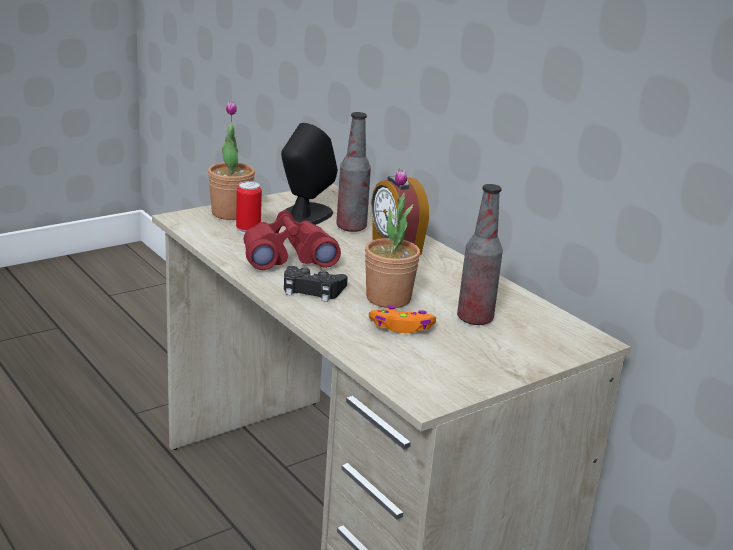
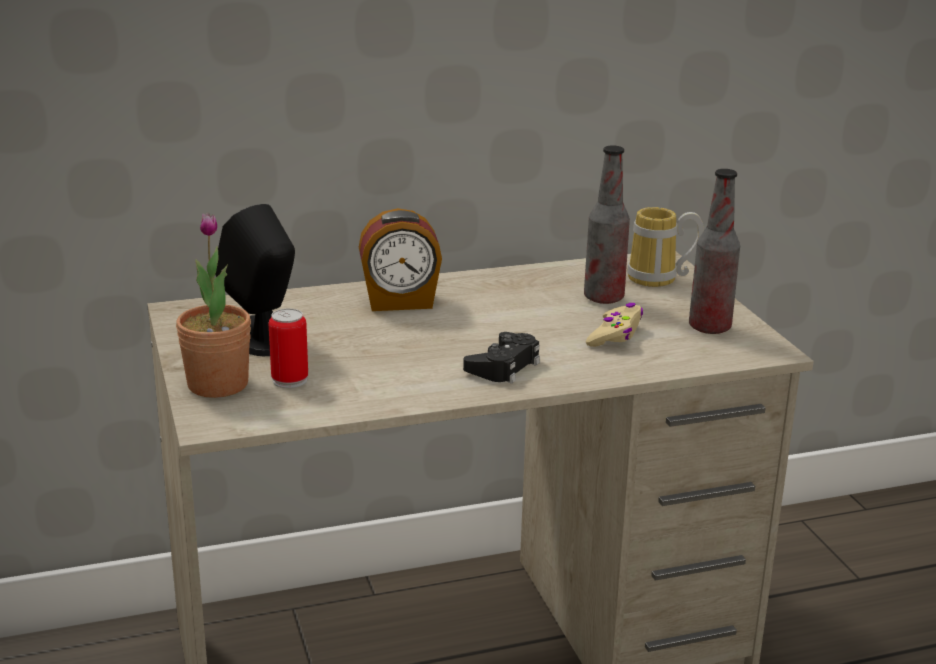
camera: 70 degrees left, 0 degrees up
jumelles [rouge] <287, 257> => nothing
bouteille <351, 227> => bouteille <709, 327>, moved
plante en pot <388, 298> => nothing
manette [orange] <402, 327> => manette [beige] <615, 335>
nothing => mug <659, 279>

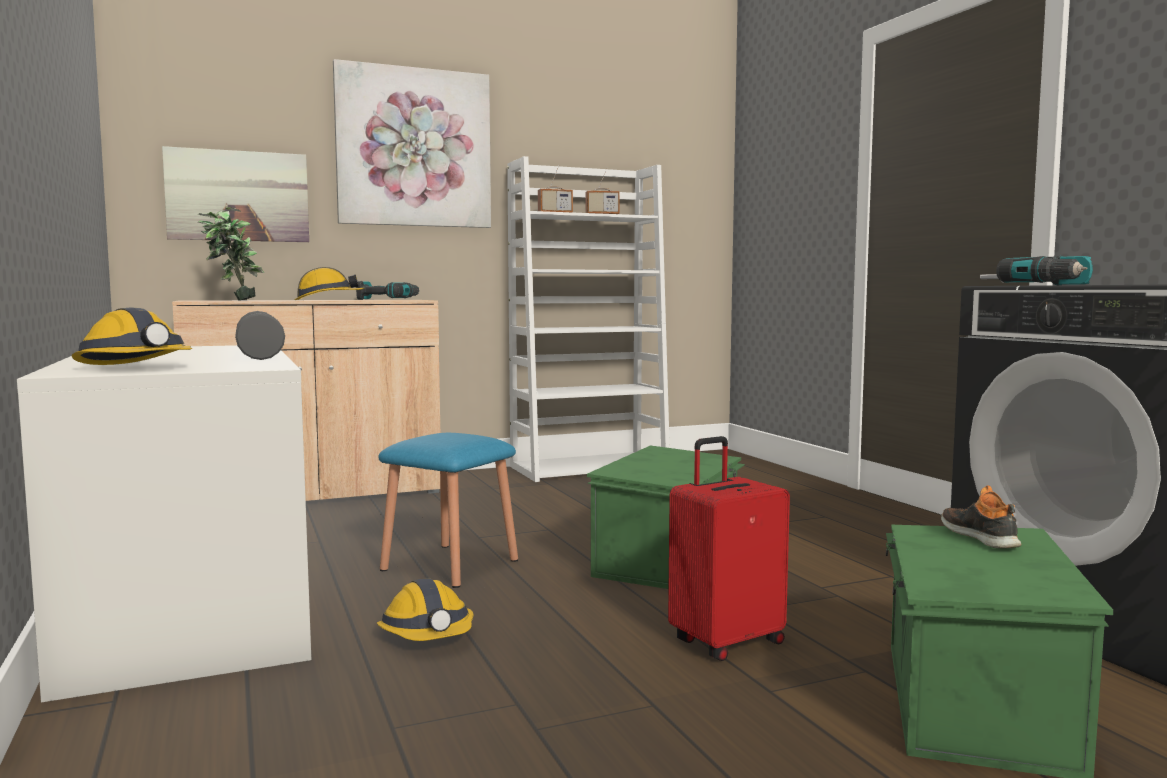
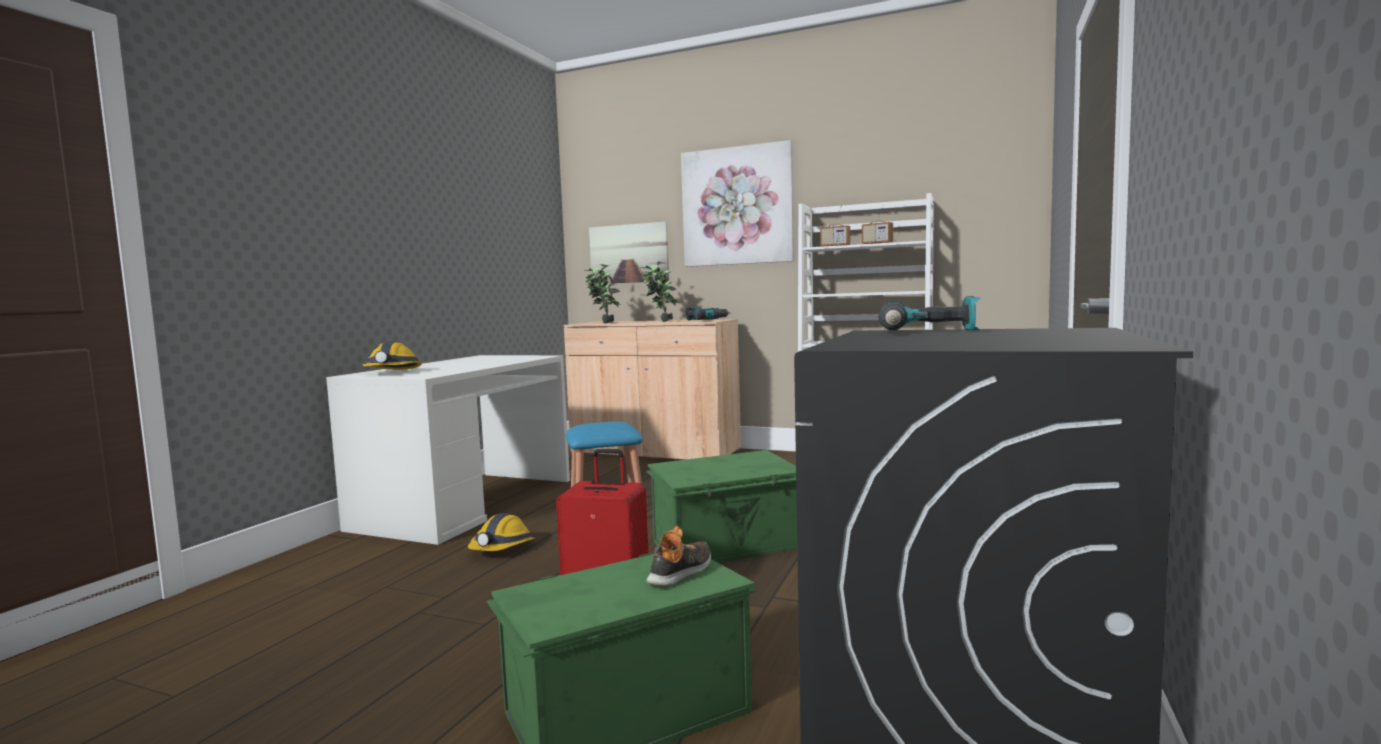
camera: 45 degrees right, 0 degrees up
haltère [gris] <260, 356> => nothing
casque de chantier <328, 300> => plante en pot <660, 321>

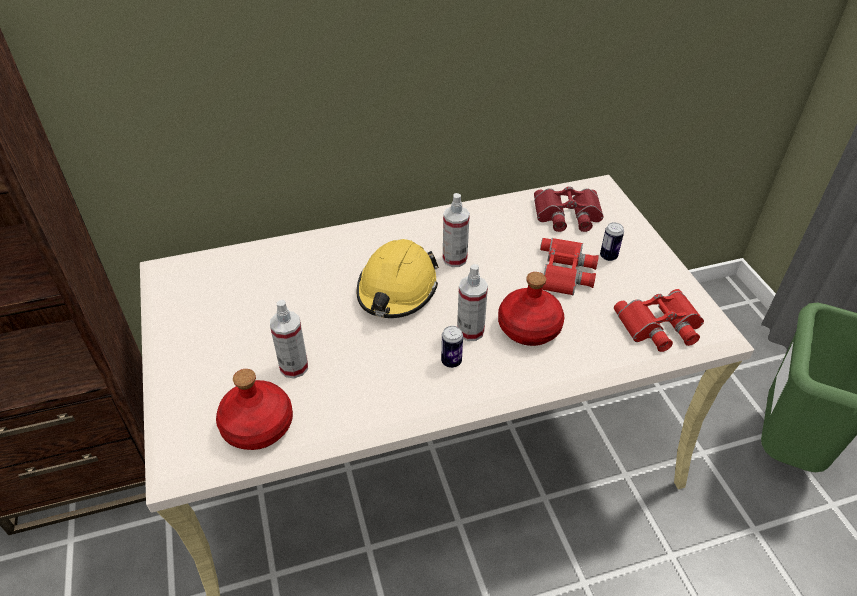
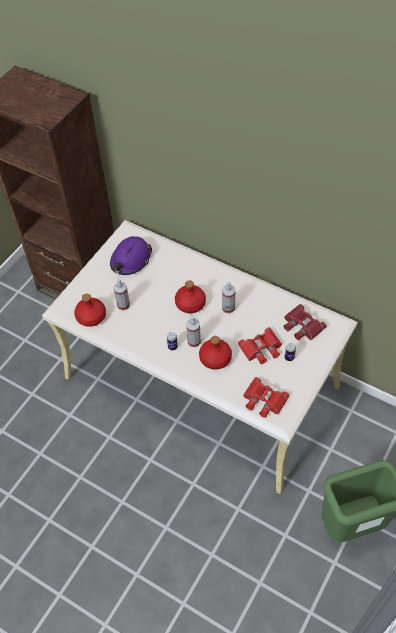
camera: 50 degrees right, 10 degrees up
casque de chantier [jaune] <397, 290> => bouteille [rouge] <191, 304>
nothing => casque de chantier [violet] <130, 260>

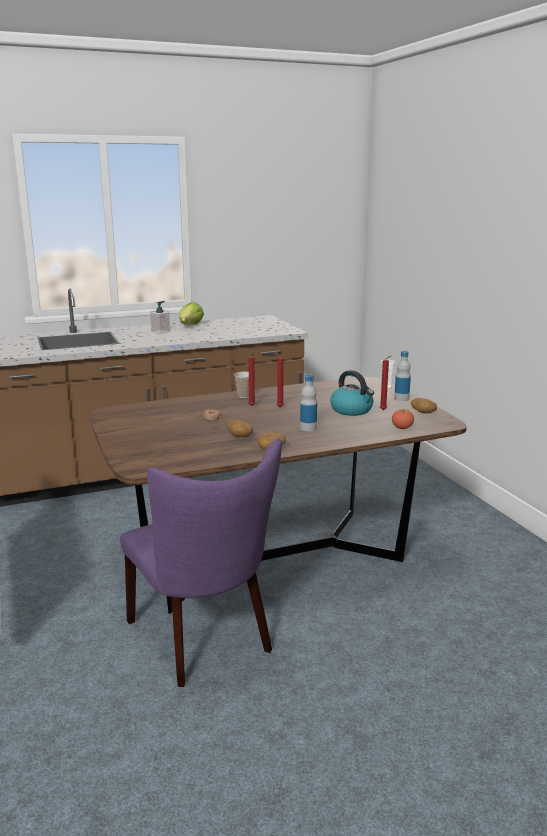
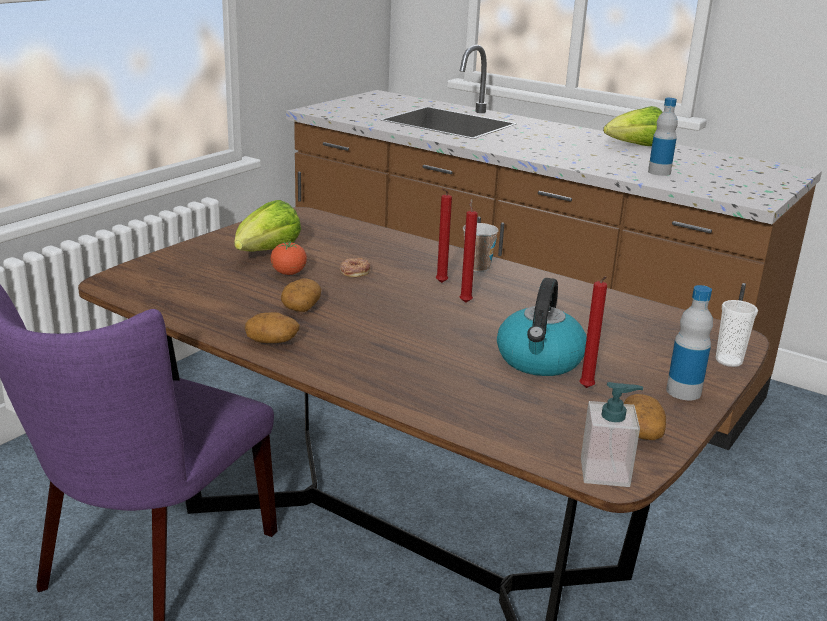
camera: 55 degrees right, 5 degrees up
distributeur de savon <160, 331> => distributeur de savon <605, 472>, moved
bouteille <308, 428> => bouteille <659, 172>, moved
tomate <402, 428> => tomate <288, 273>, moved
nothing => laitue <267, 253>

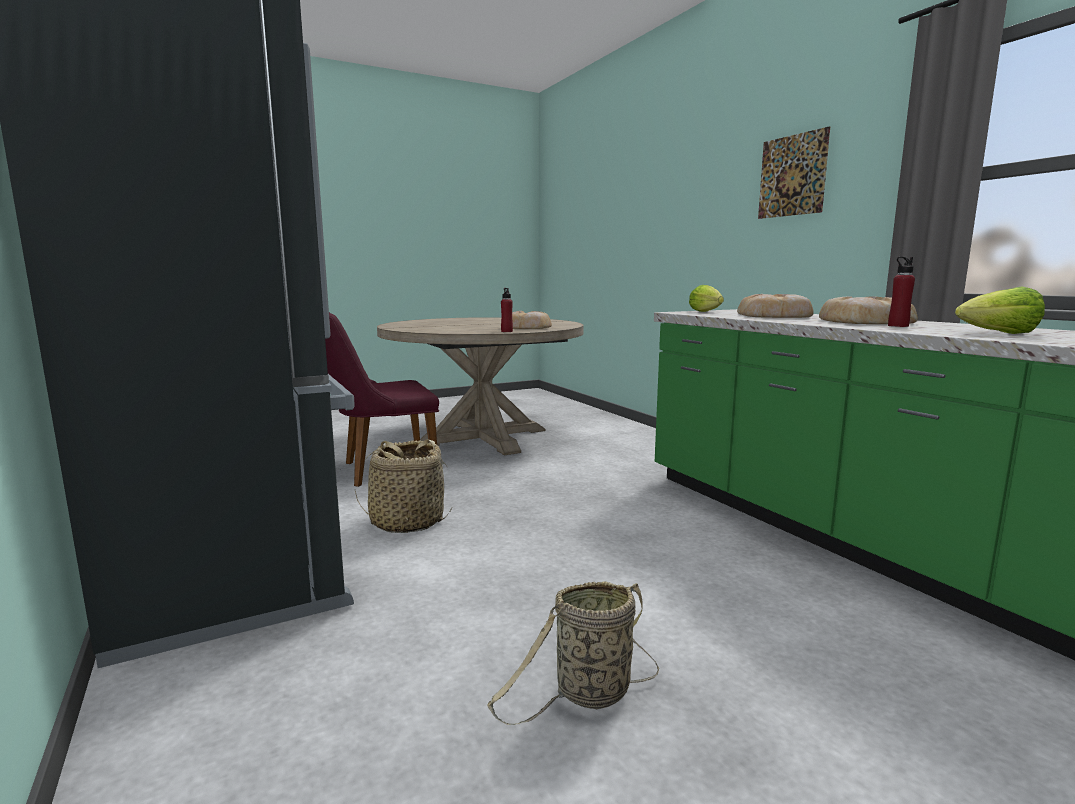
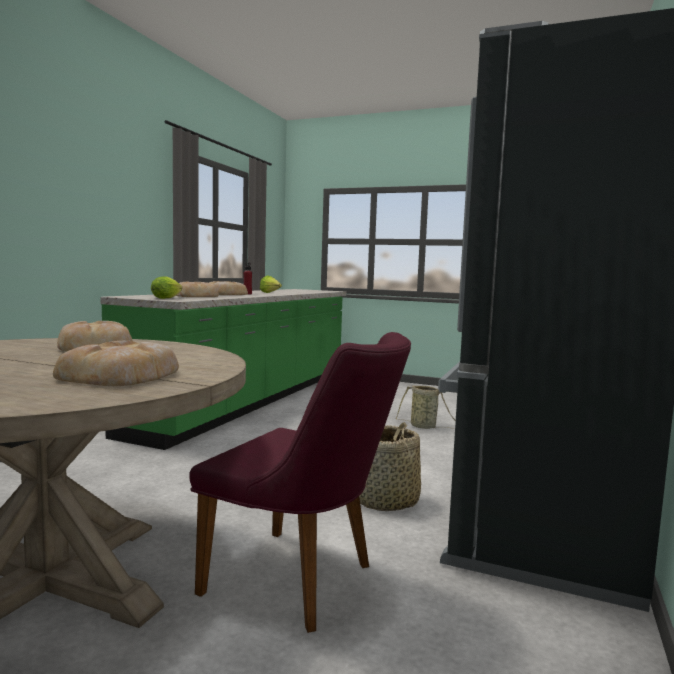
camera: 130 degrees left, 5 degrees down
bouteille [rouge] <506, 331> => nothing
tableau <792, 175> => nothing
nothing => pain <122, 376>

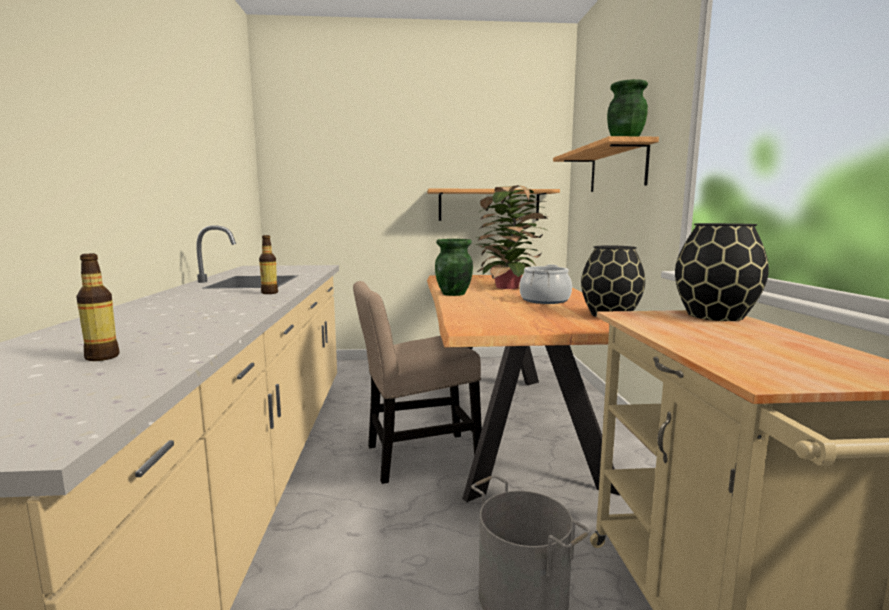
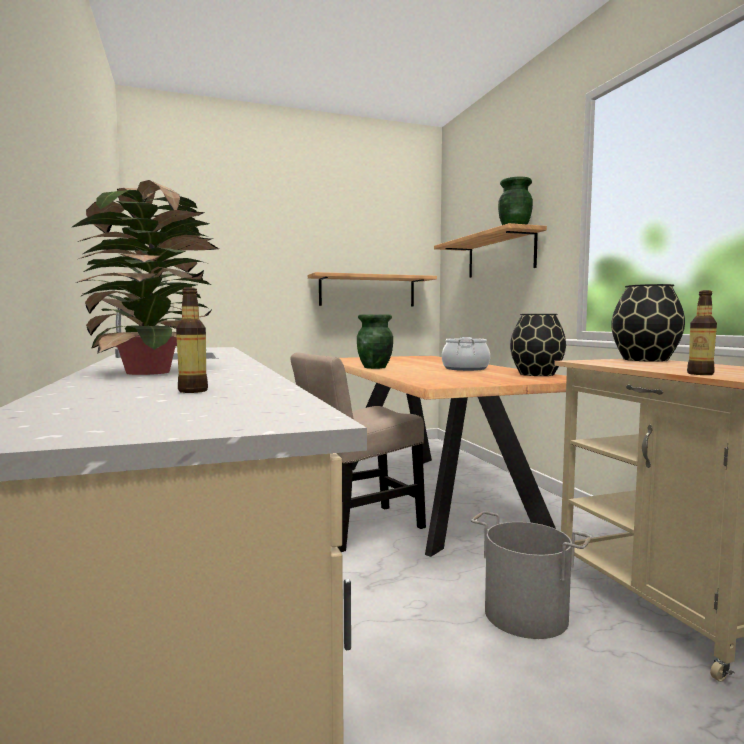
camera: 15 degrees left, 5 degrees down
bouteille <269, 293> => bouteille <700, 374>, moved
plante en pot <510, 287> => plante en pot <153, 372>, moved

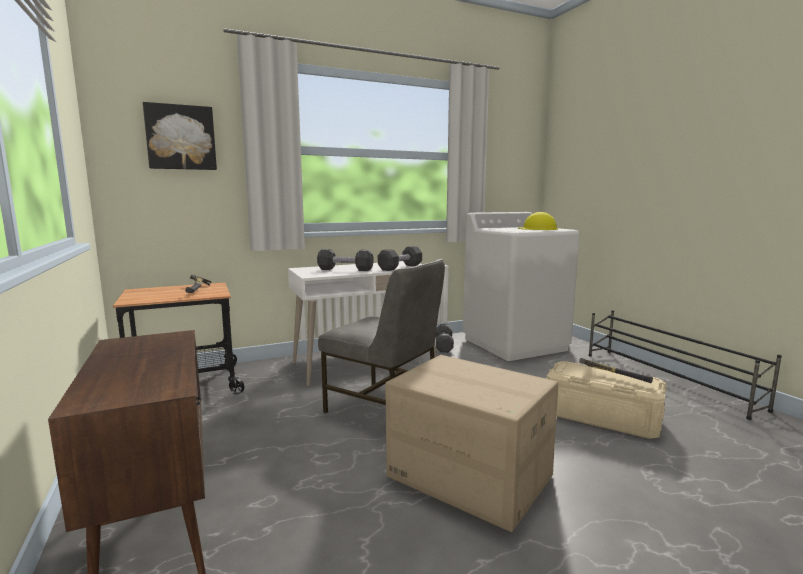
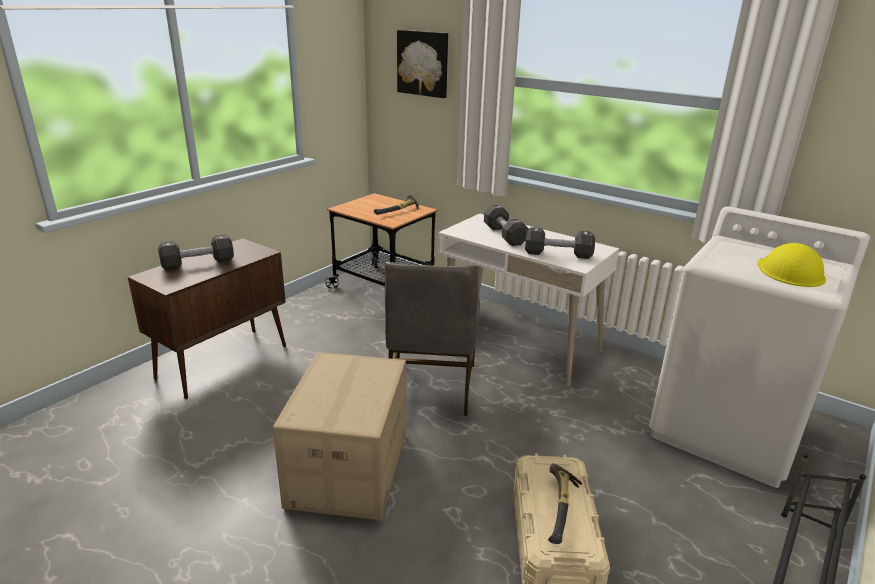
camera: 60 degrees right, 15 degrees up
haltère [noir] <444, 346> => haltère [noir] <198, 263>, moved

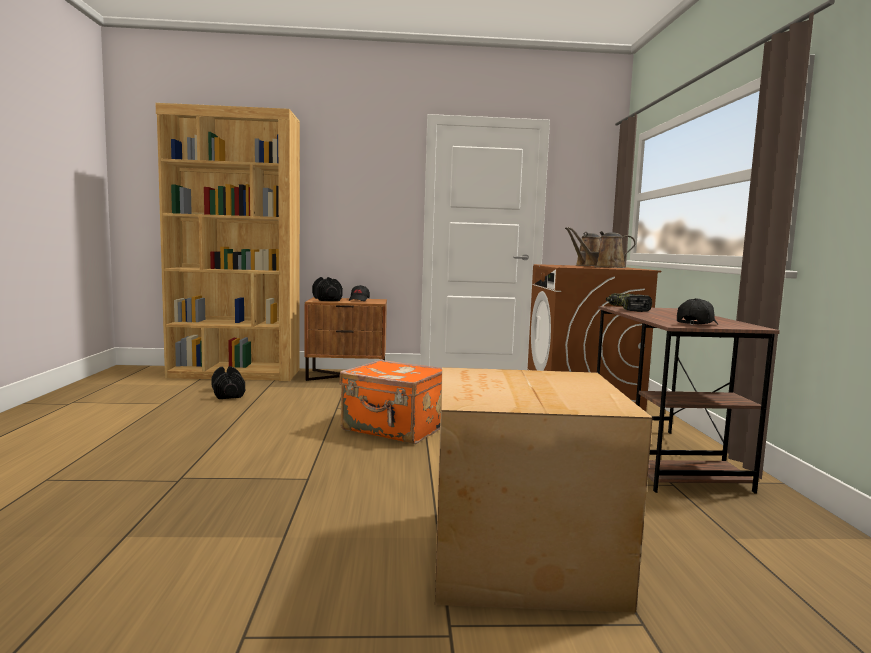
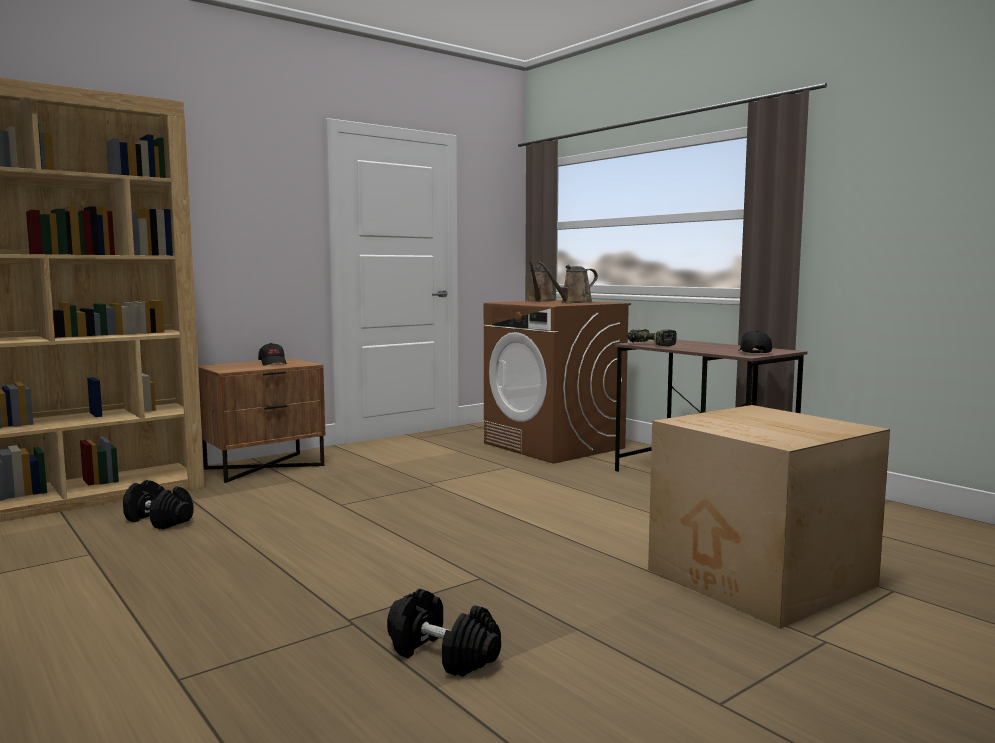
camera: 35 degrees left, 0 degrees up
haltère [noir] <327, 299> => haltère [noir] <442, 655>, moved
valise [orange] <395, 429> => nothing

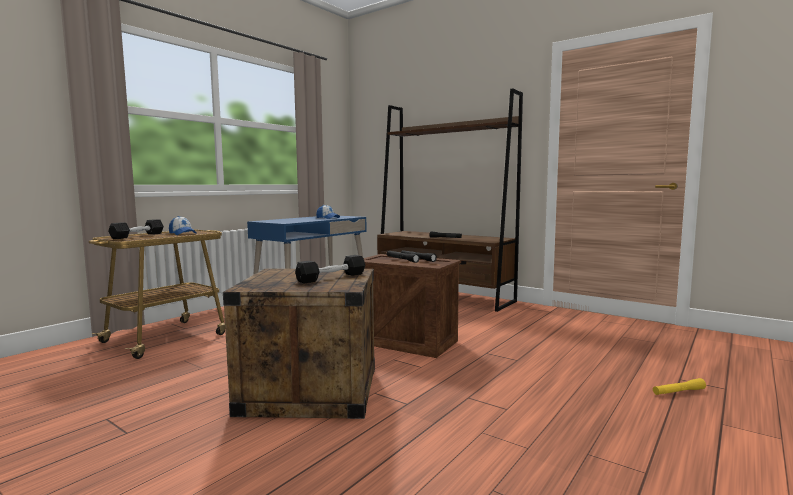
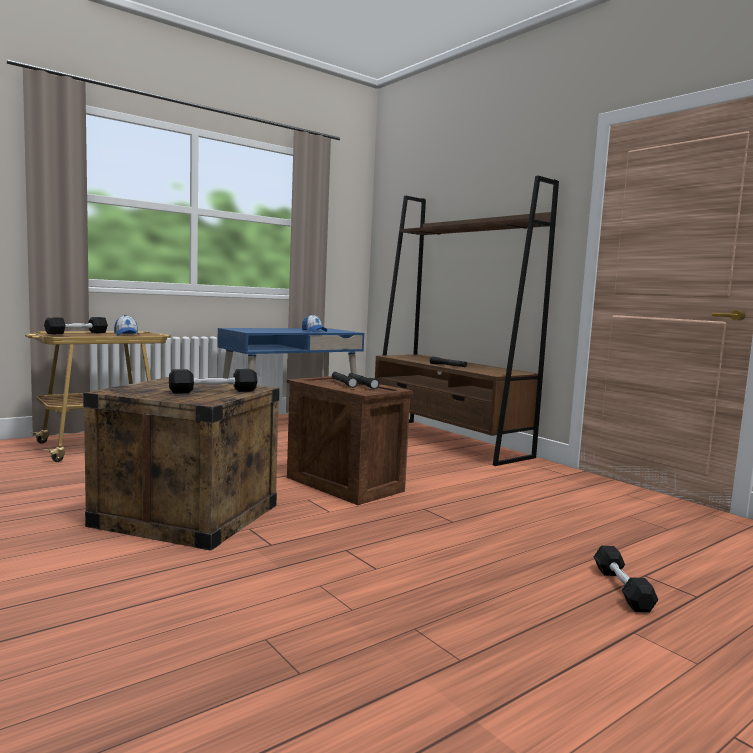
camera: 15 degrees right, 0 degrees up
lampe de poche [jaune] <678, 392> => haltère [noir] <622, 588>

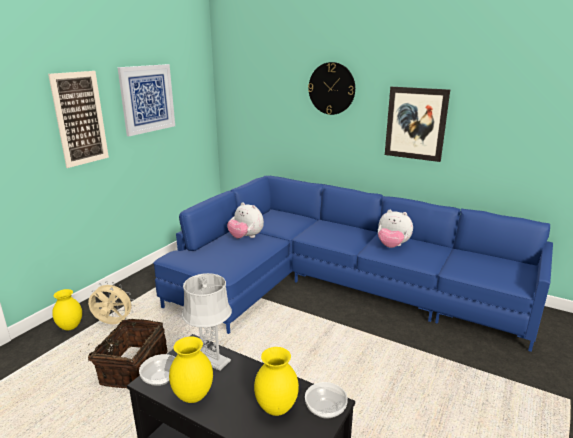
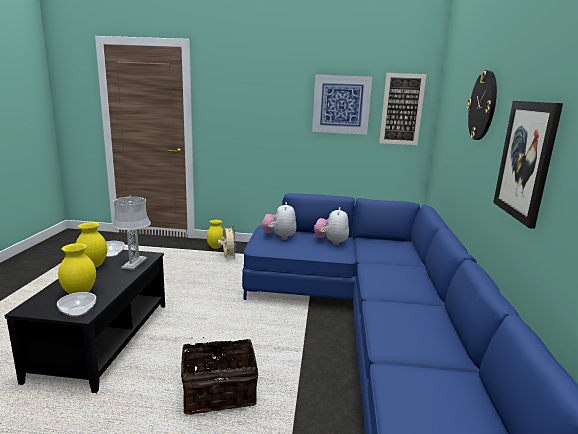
camera: 65 degrees right, 5 degrees down
tableau <80, 119> => tableau <402, 109>, moved
panier <132, 367> => panier <219, 391>, moved
peluche <392, 246> => peluche <279, 237>, moved

